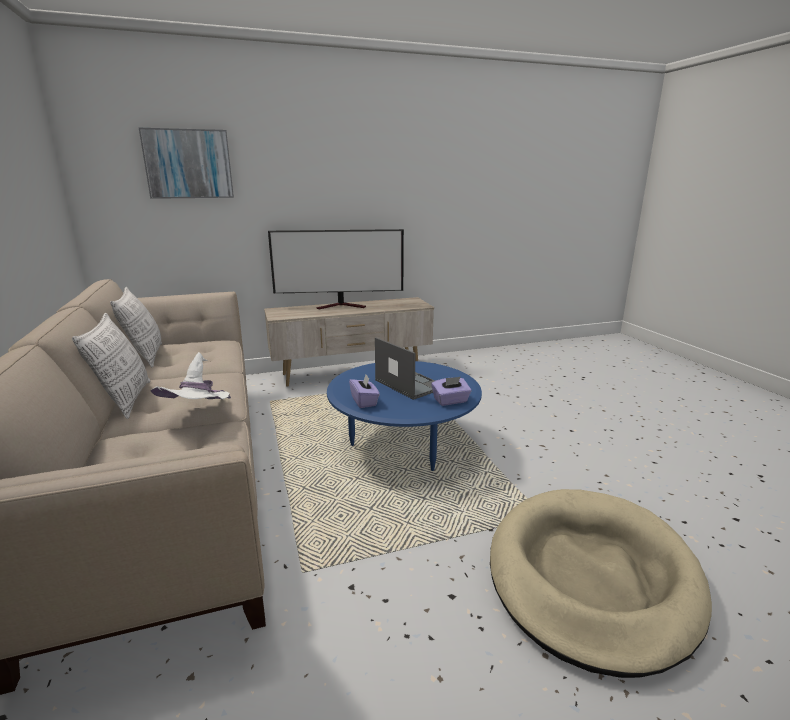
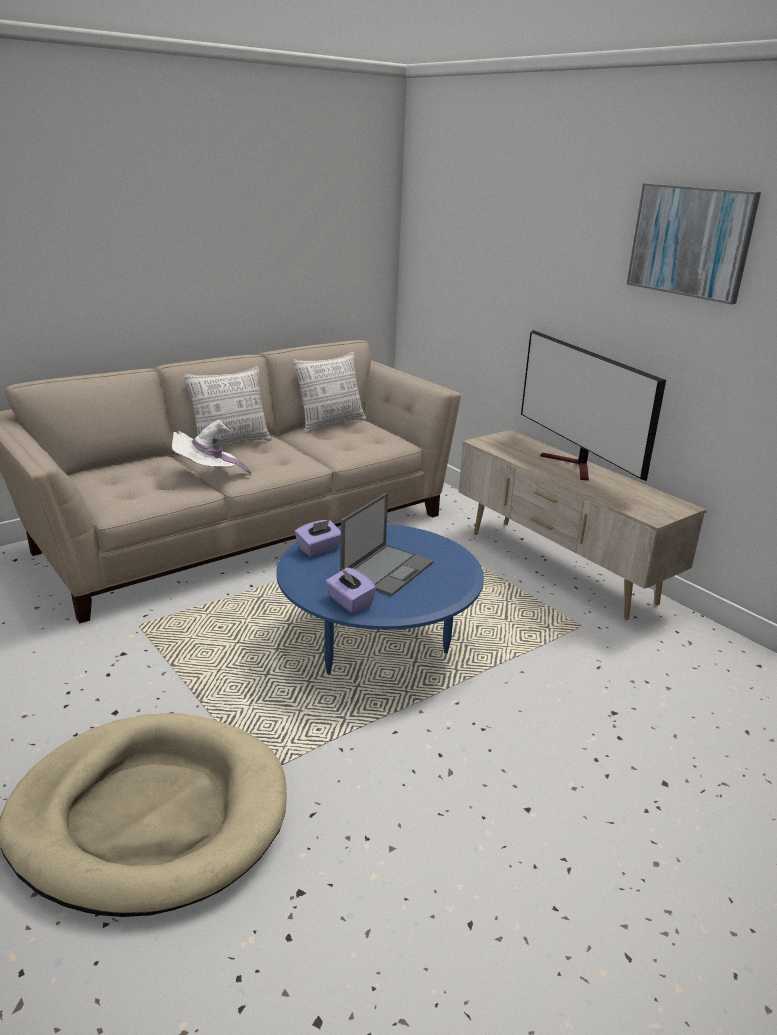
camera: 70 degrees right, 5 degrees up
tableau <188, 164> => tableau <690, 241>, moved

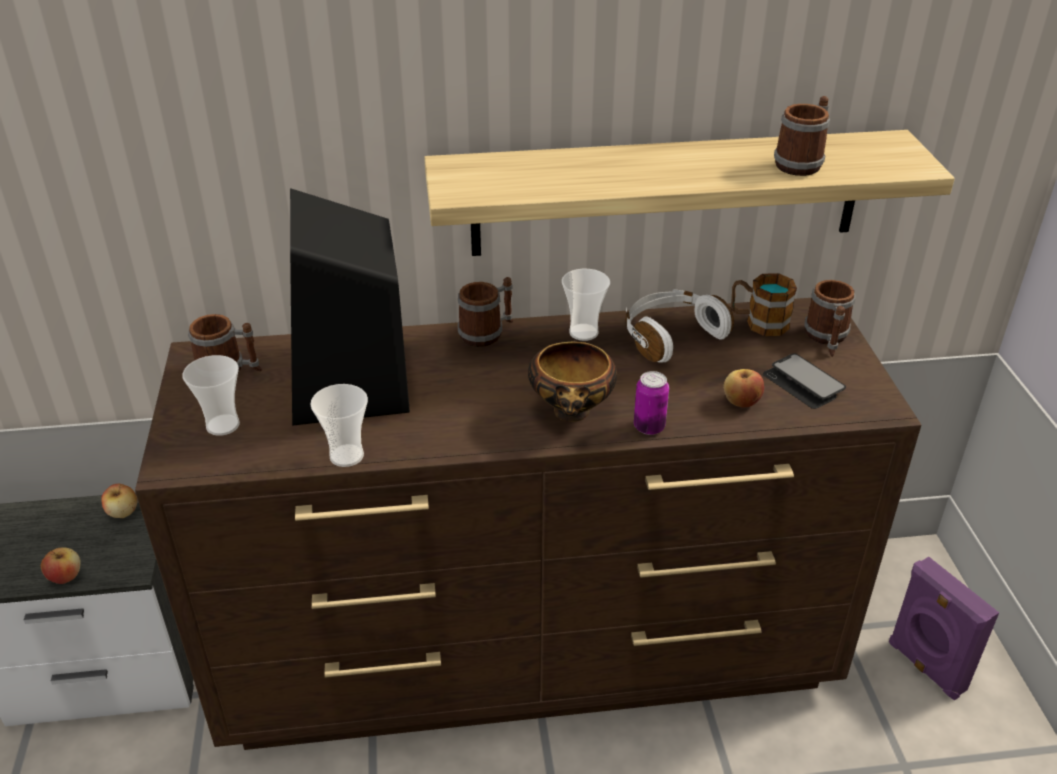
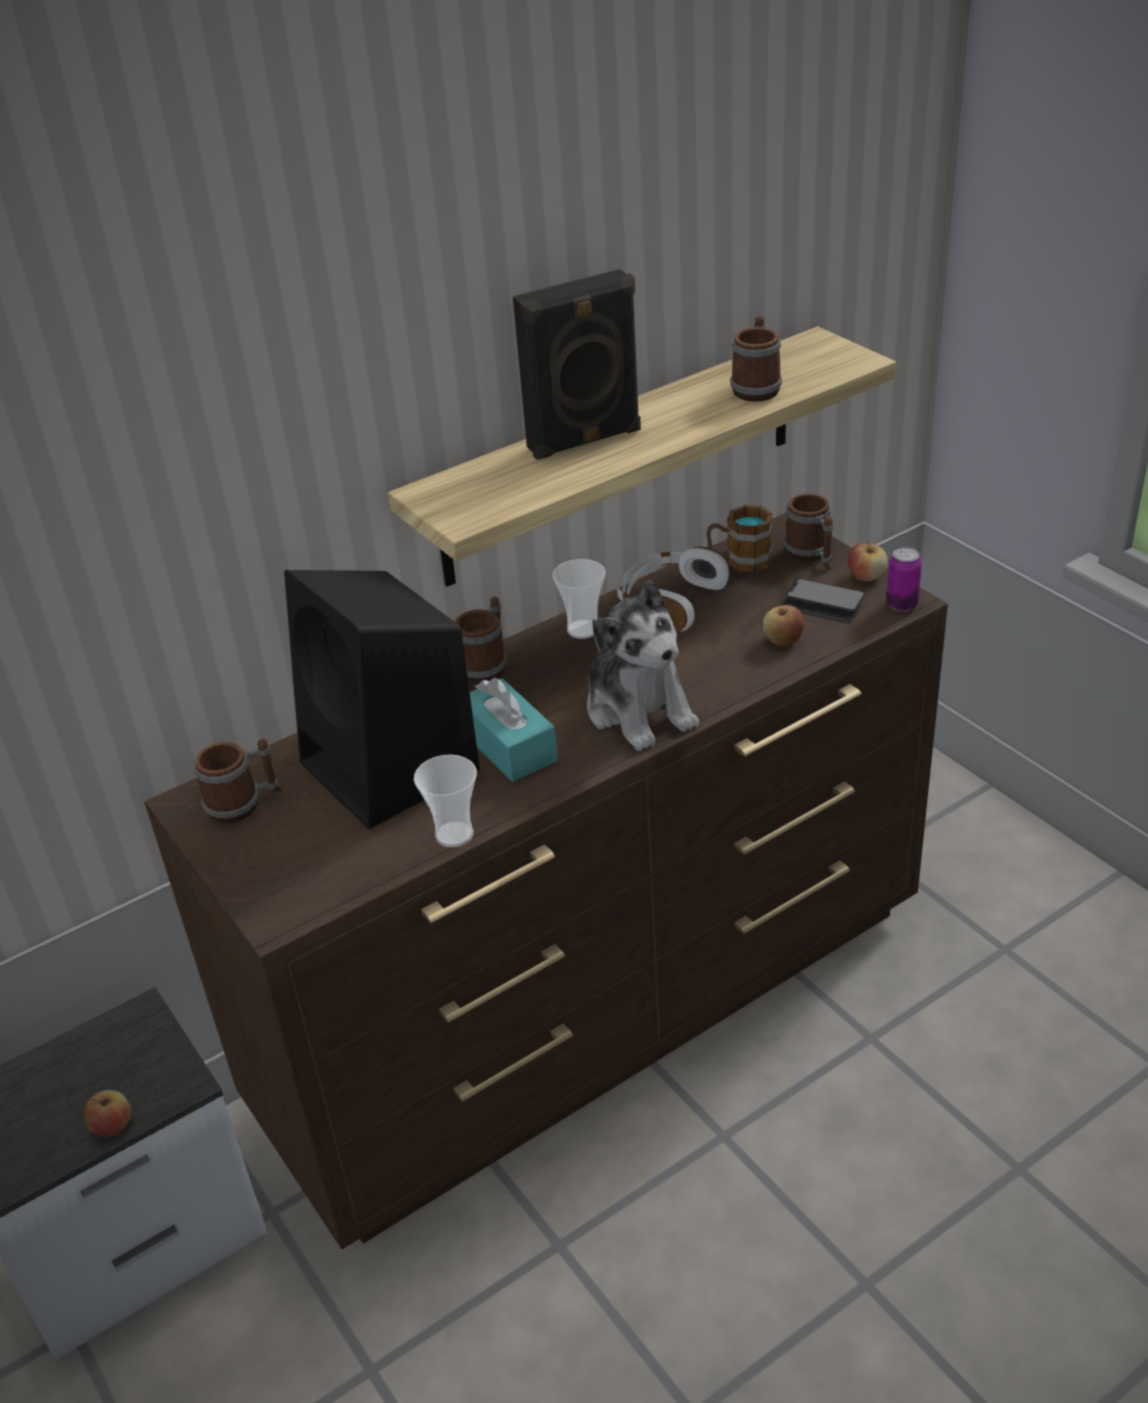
camera: 25 degrees left, 0 degrees up
pomme <123, 512> => pomme <866, 577>, moved
tasse <223, 425> => nothing
bol <572, 414> => peluche <639, 710>
boîte métallique <649, 427> => boîte métallique <902, 605>, moved
enceinte [violet] <925, 667> => nothing
nothing => boîte à mouchoirs [turquoise] <509, 746>
nothing => enceinte [noir] <585, 441>

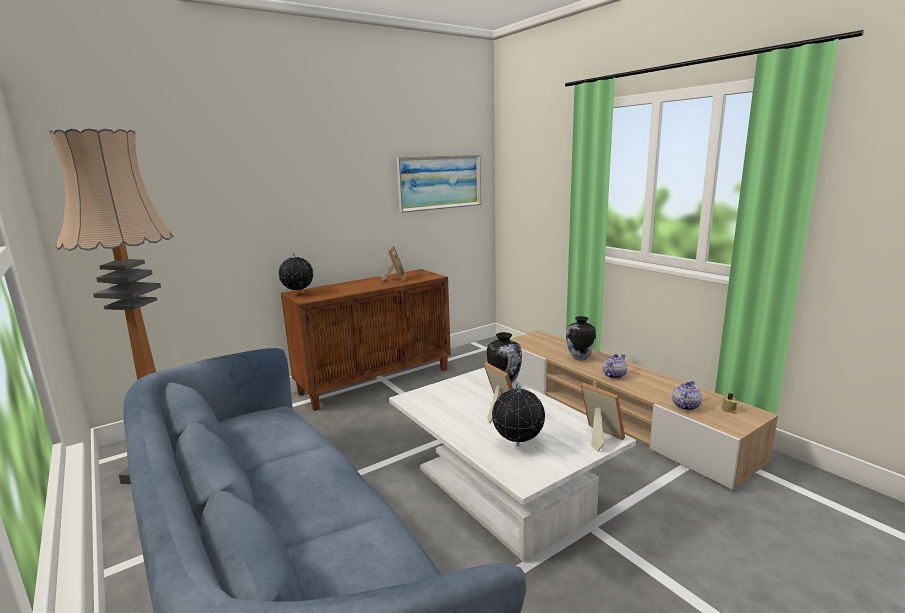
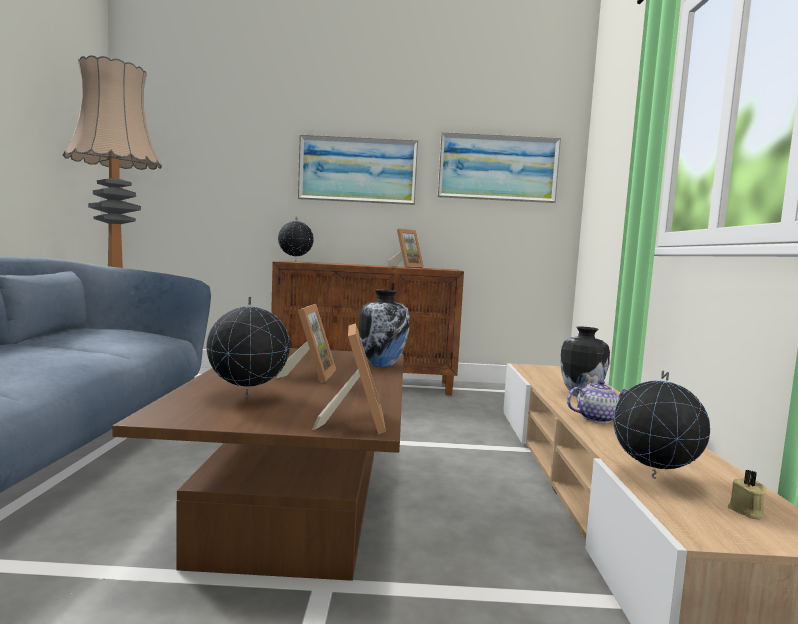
camera: 35 degrees right, 10 degrees down
table basse [blanc] <501, 491> => table basse [marron] <298, 499>
théière <685, 406> => globe <654, 477>
nothing => tableau <358, 170>

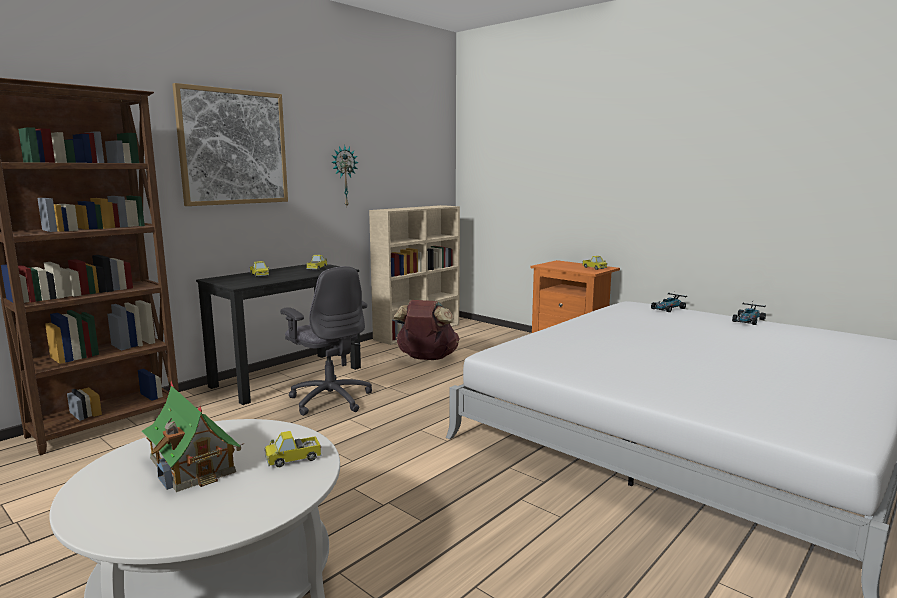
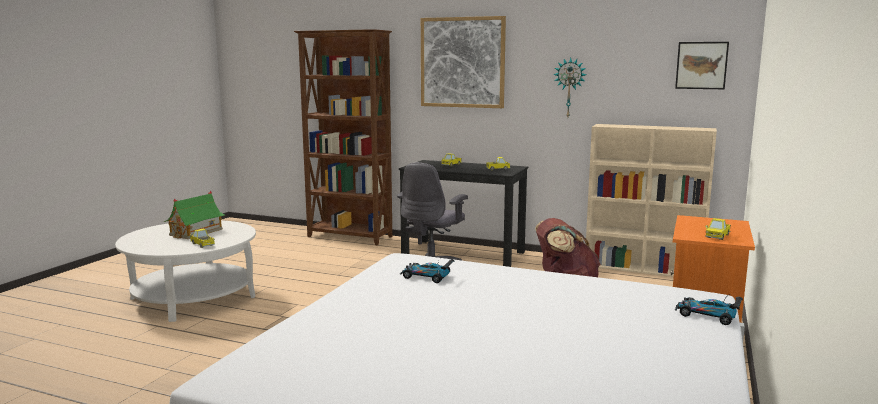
camera: 70 degrees right, 0 degrees up
petite voiture <748, 320> => petite voiture <427, 277>, moved
nothing => tableau <701, 65>

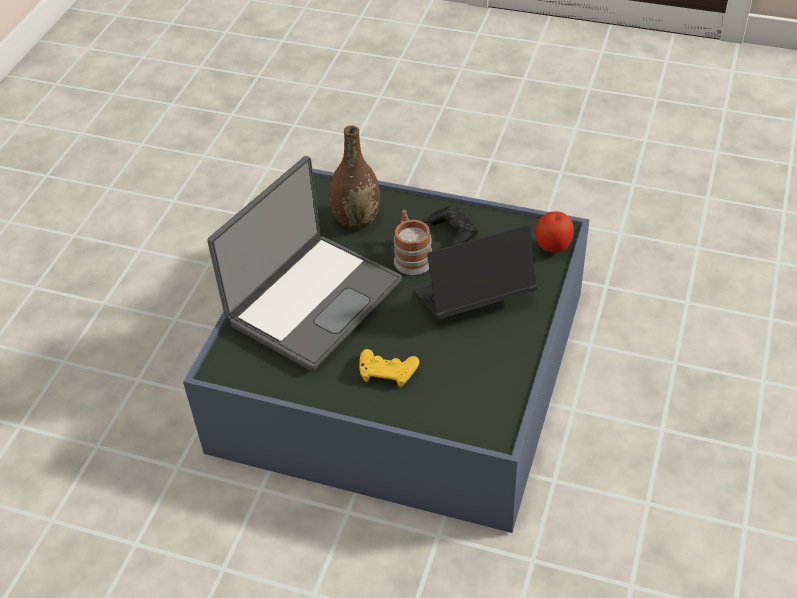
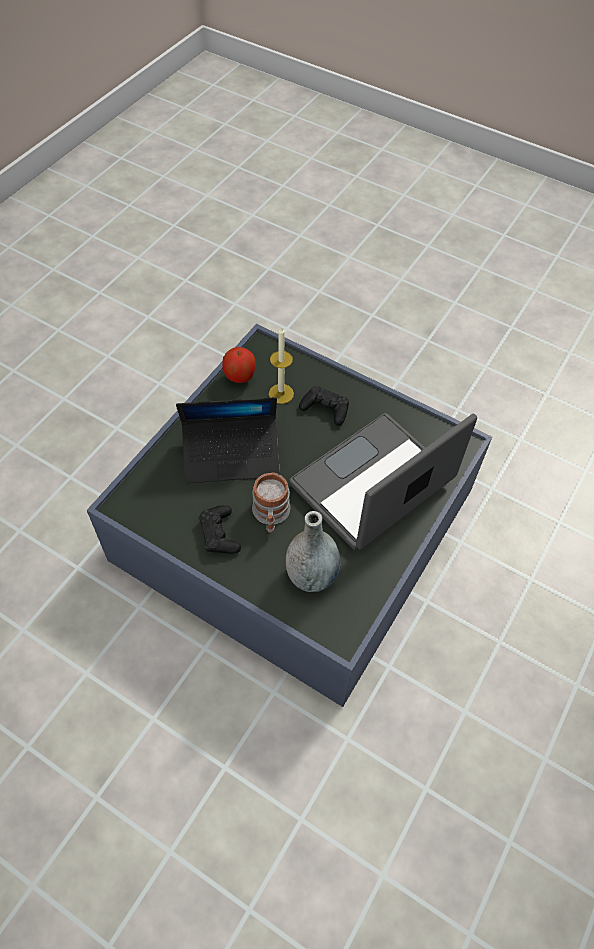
camera: 170 degrees left, 10 degrees up
vase [marron] <357, 219> => vase [gris] <311, 576>
manette [jaune] <387, 372> => manette [noir] <325, 409>
pomme <553, 246> => pomme <239, 376>, moved
nothing => bougie <281, 394>

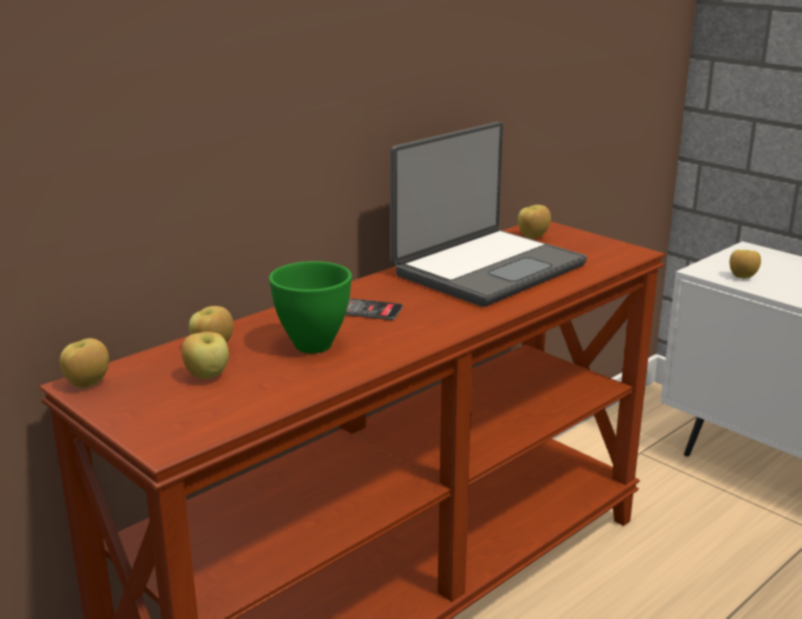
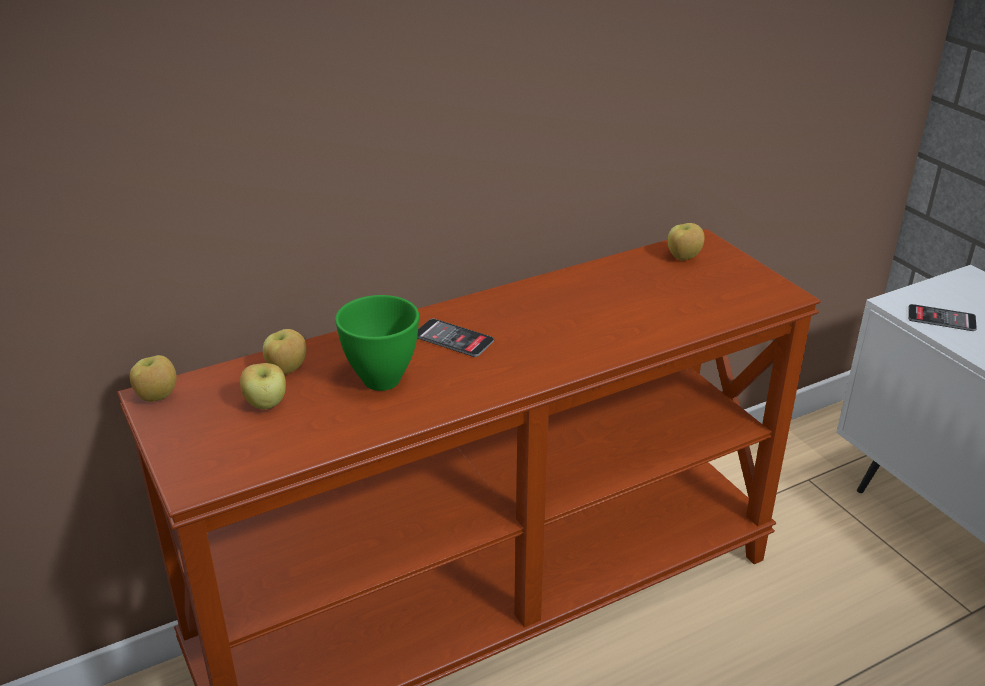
camera: 15 degrees right, 10 degrees up
ordinateur portable <487, 268> => nothing
pomme <742, 277> => téléphone <941, 318>

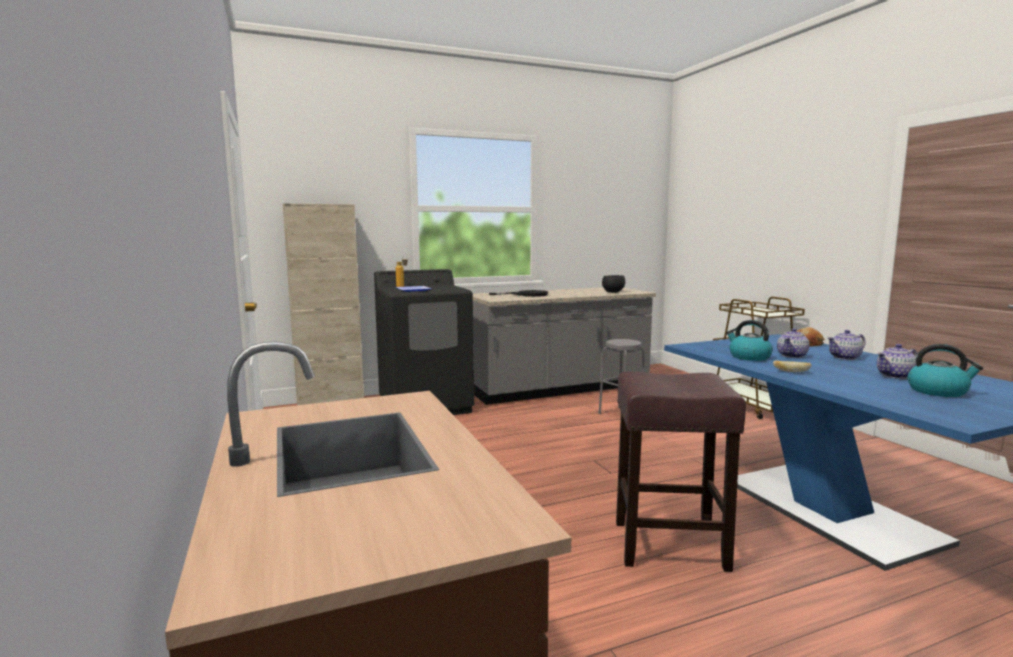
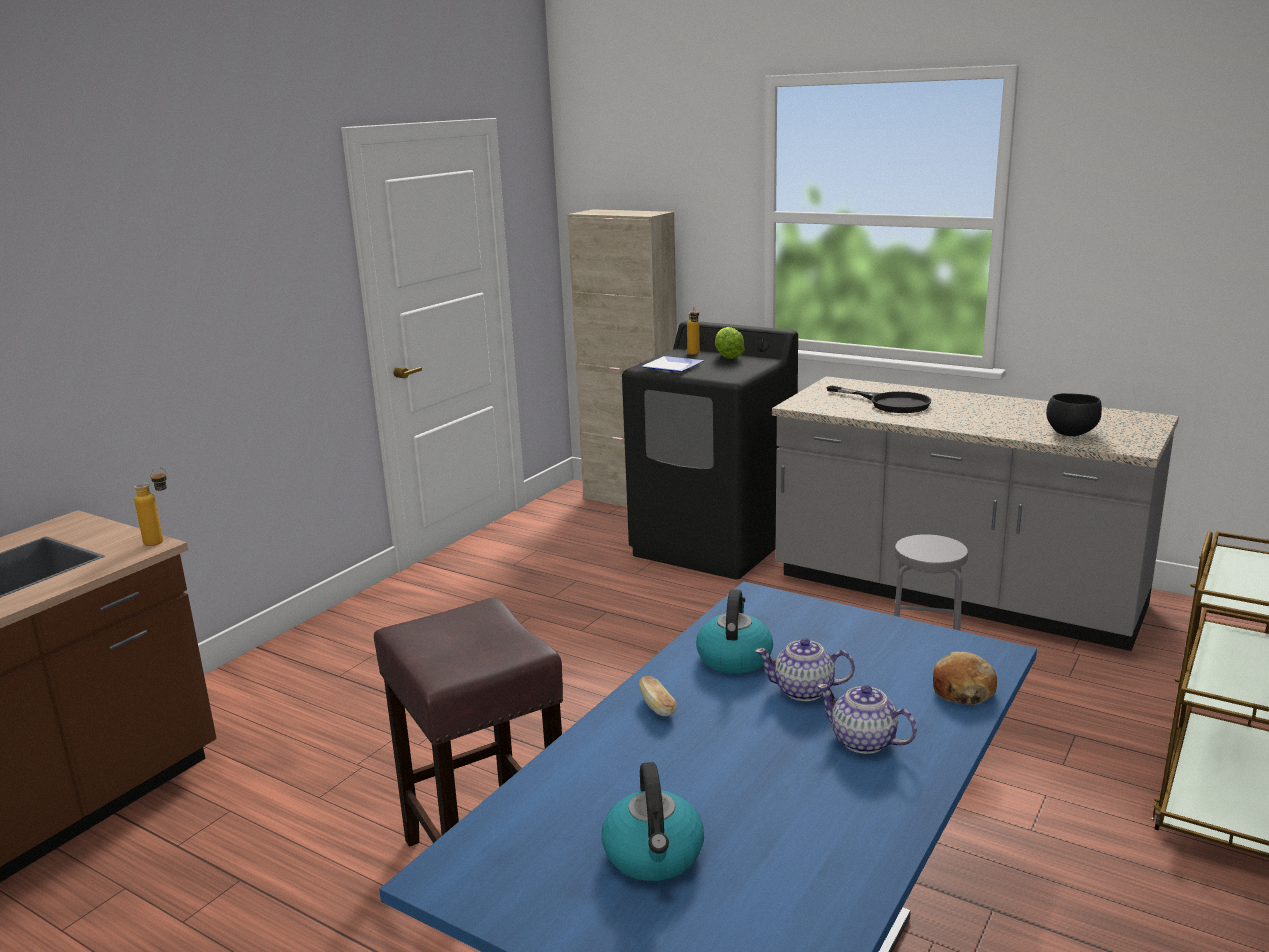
camera: 55 degrees right, 10 degrees up
théière <896, 376> => nothing
nothing => bouteille <161, 540>
nothing => laitue <728, 356>

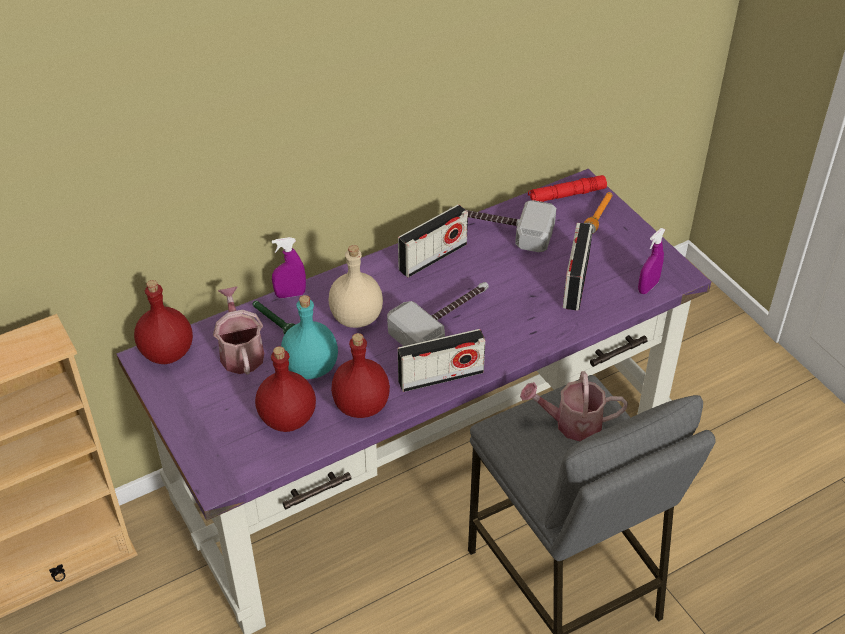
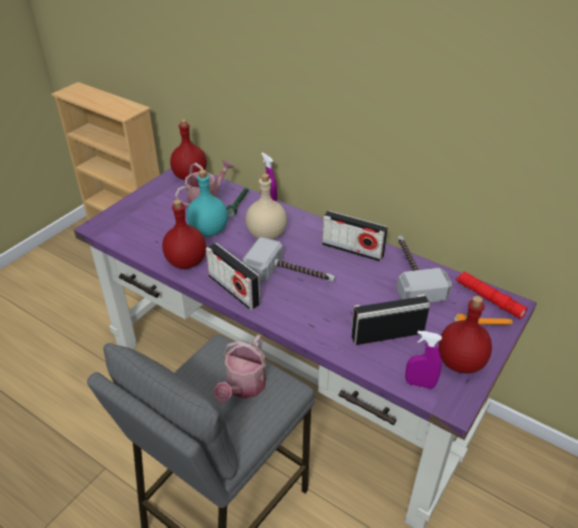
camera: 65 degrees right, 5 degrees down
bouteille [rouge] <286, 419> => bouteille [rouge] <459, 362>, moved
arrosoir <571, 423> => arrosoir <243, 387>, 135 degrees counterclockwise

